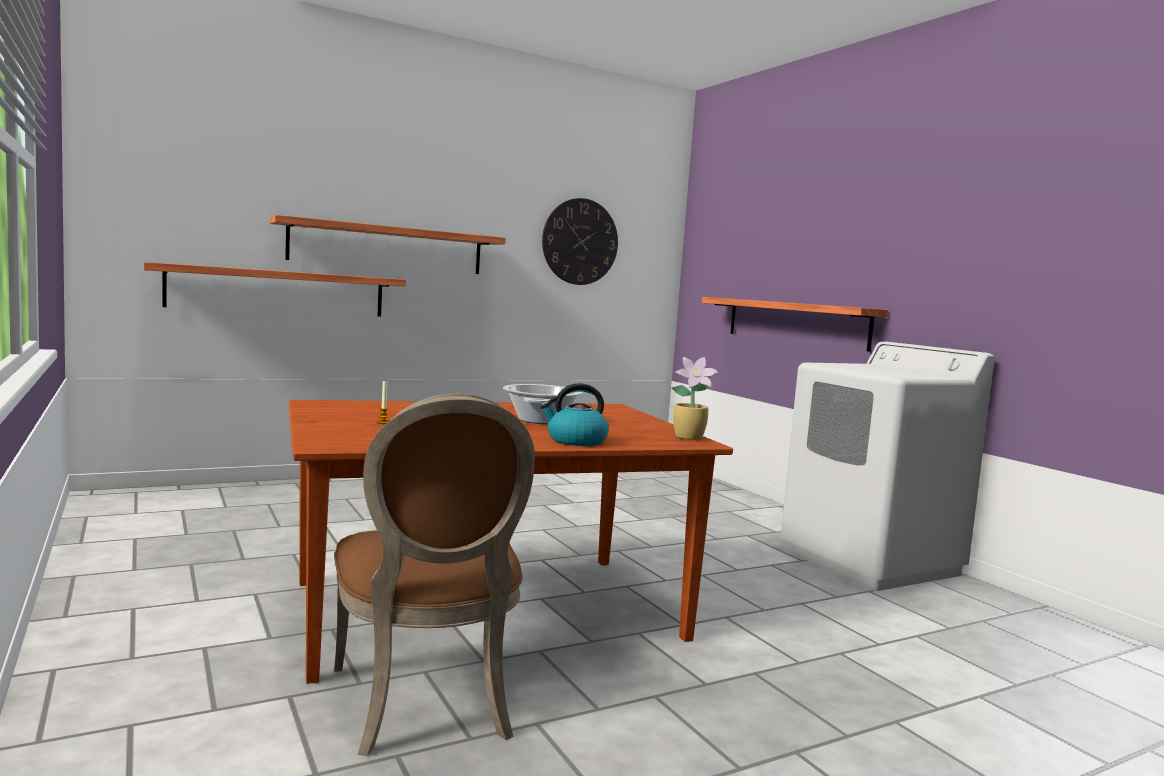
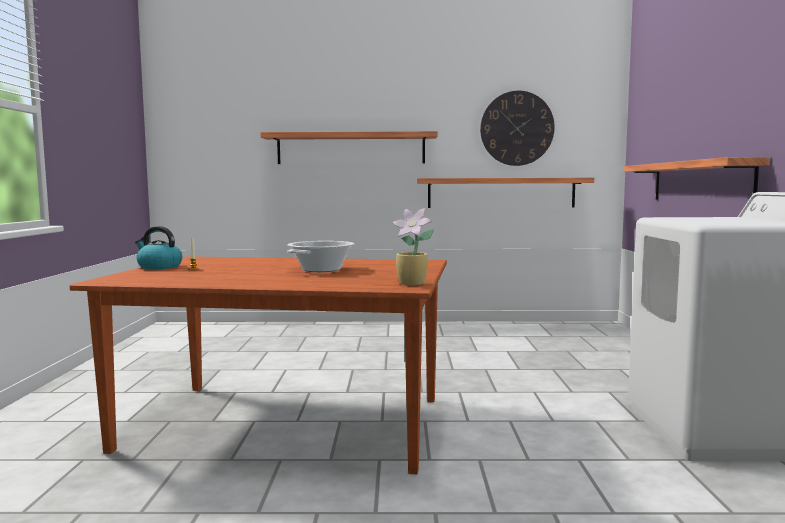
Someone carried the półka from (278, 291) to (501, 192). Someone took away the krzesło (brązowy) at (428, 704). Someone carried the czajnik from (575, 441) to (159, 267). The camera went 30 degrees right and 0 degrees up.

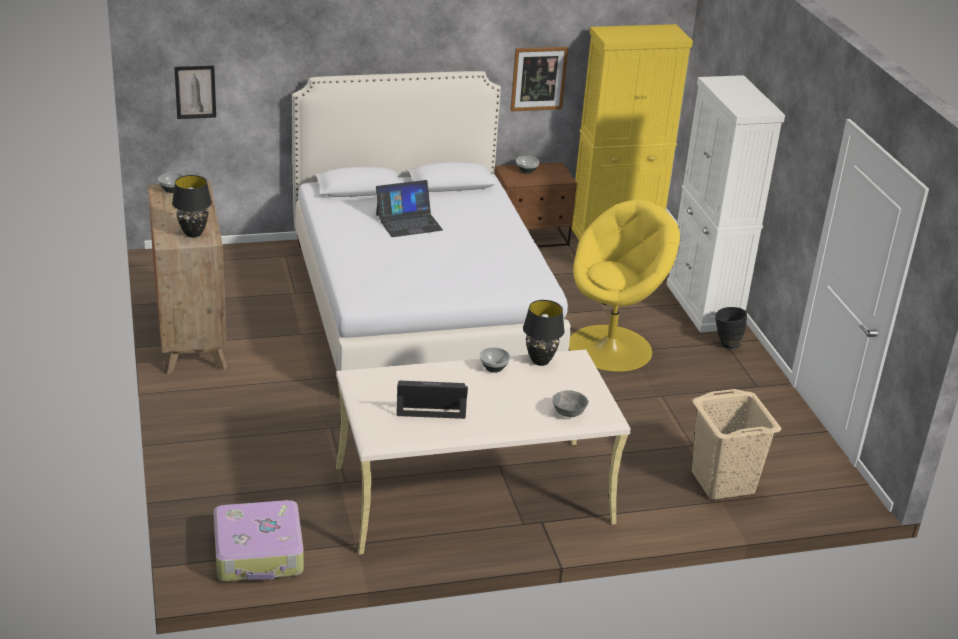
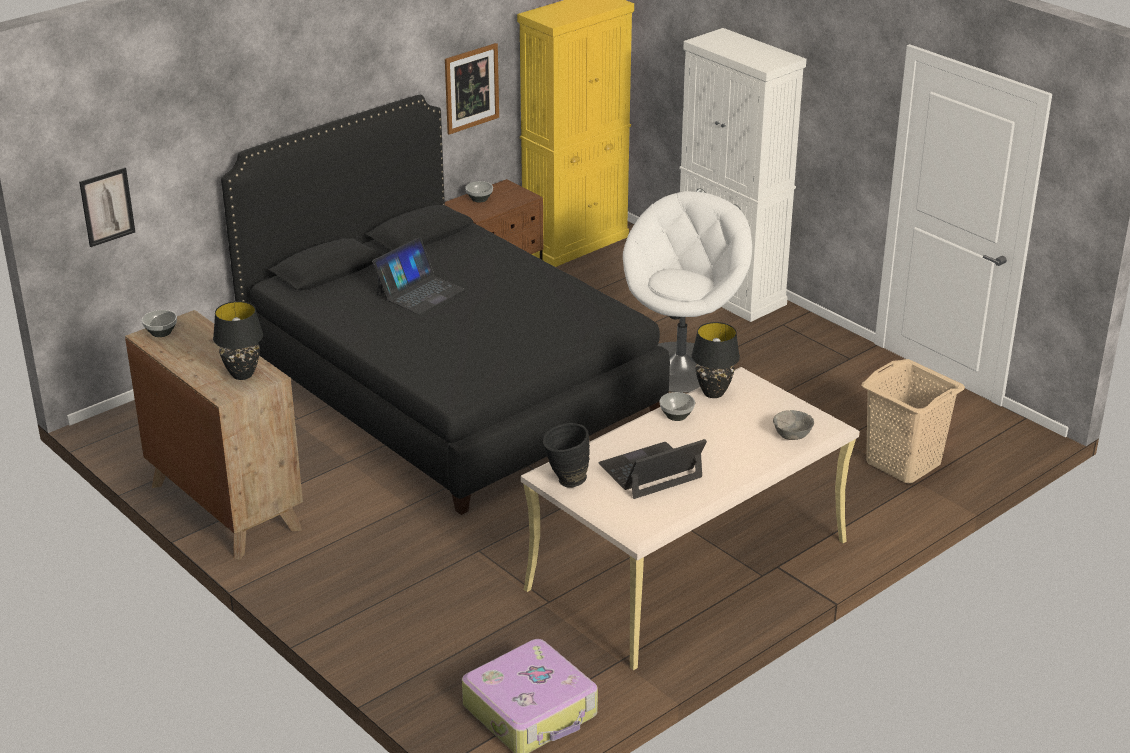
Someone repainted the łóżko (biały) at (419, 306), which became the łóżko (czarny) at (448, 387). Someone repainted the fotel (żółty) at (611, 347), which became the fotel (biały) at (681, 366). Someone carried the wazon (czarny) from (725, 345) to (565, 481). The camera went 25 degrees left and 0 degrees up.

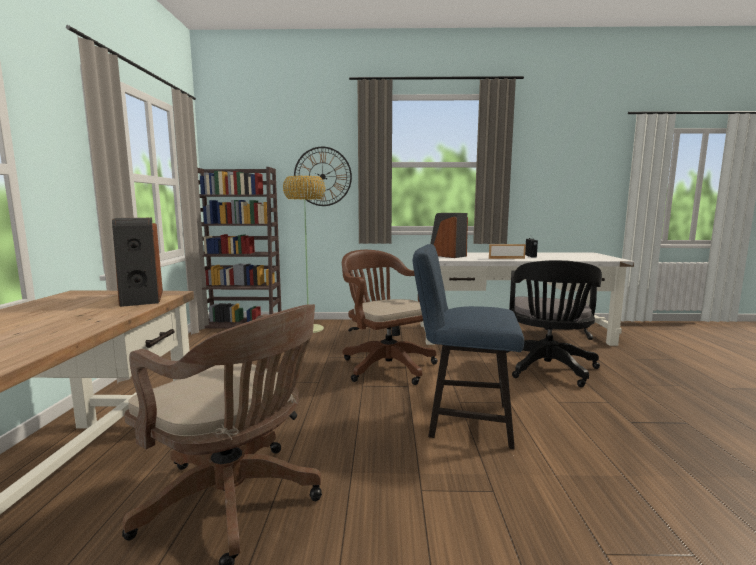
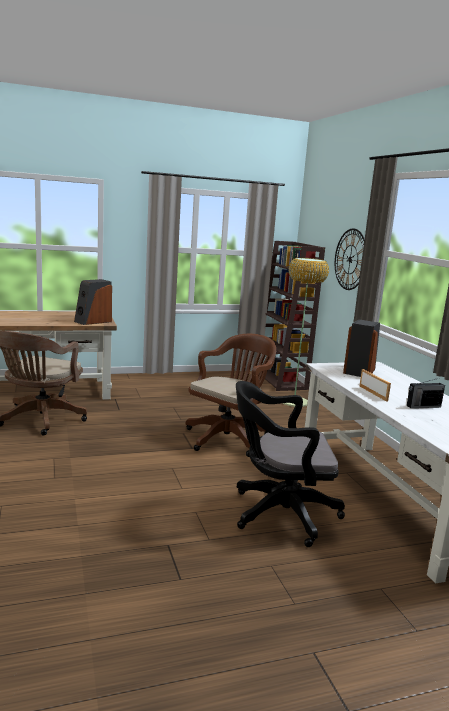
Someone took away the krzesło (niebieski) at (462, 420). The camera went 70 degrees right and 5 degrees up.

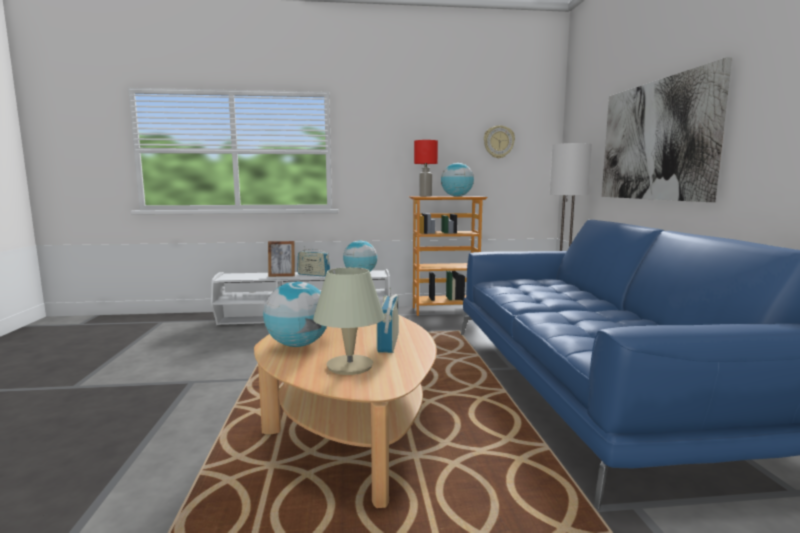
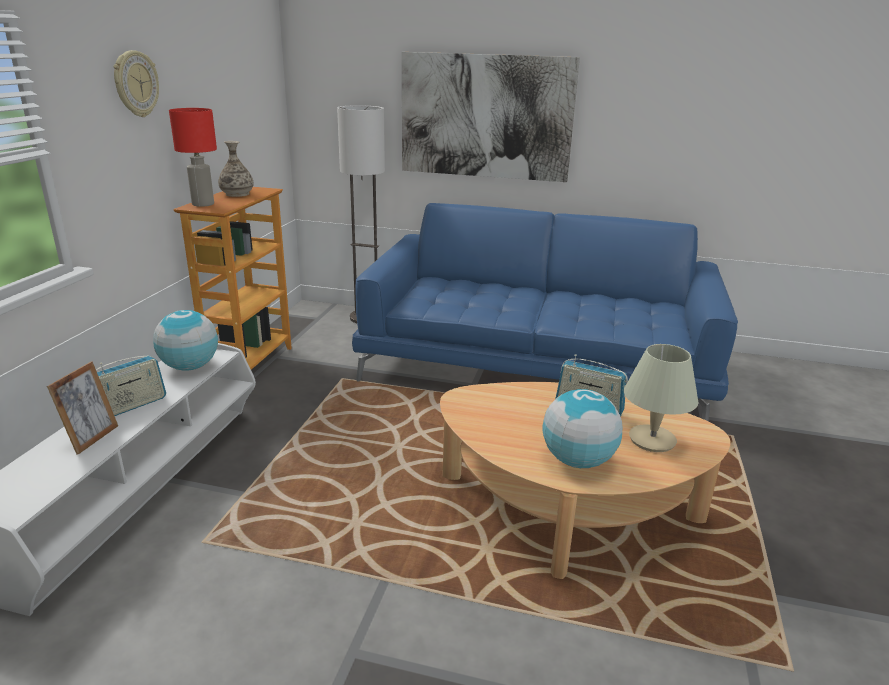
Someone swapped the globus at (457, 196) for the wazon at (237, 194). Someone carried the zegar ścienny from (498, 142) to (135, 84). The camera went 70 degrees left and 15 degrees up.

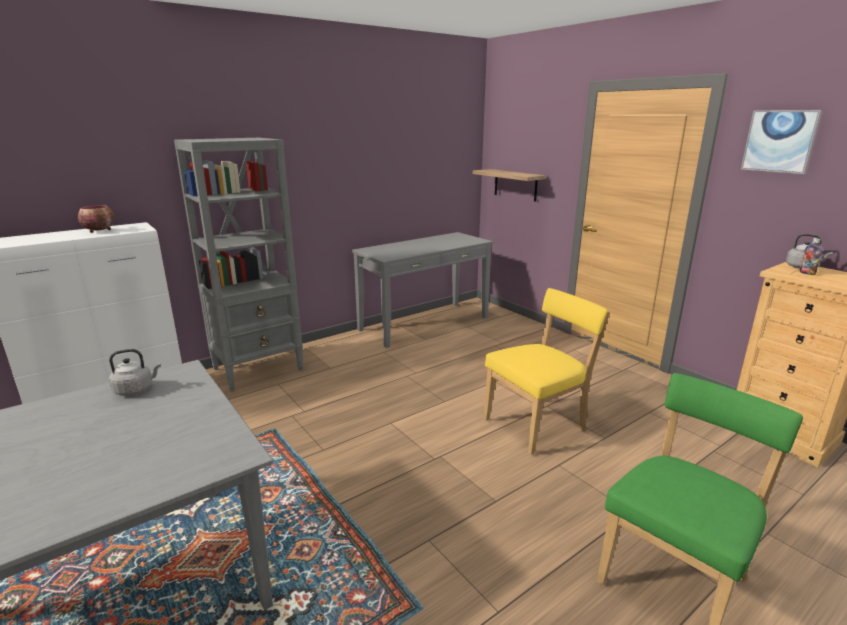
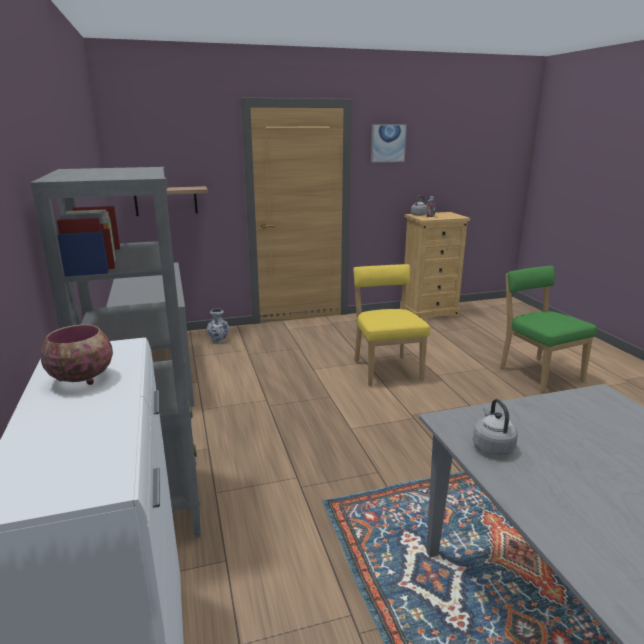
Someone put down the wazon at (218, 340). The camera went 70 degrees left and 0 degrees up.

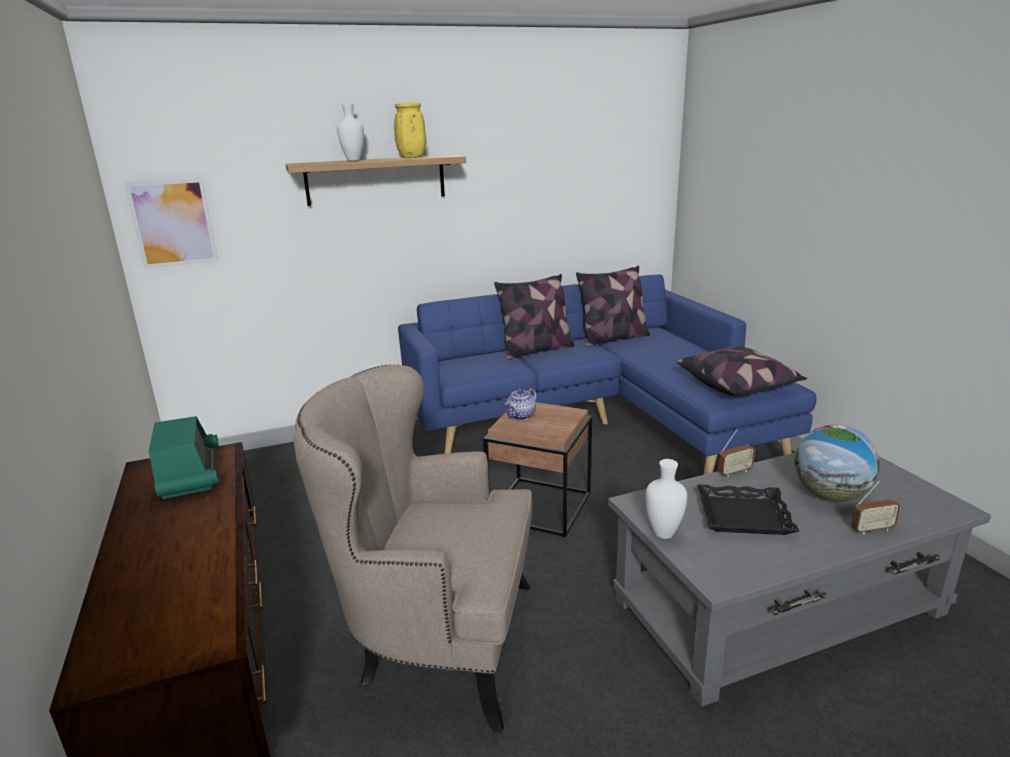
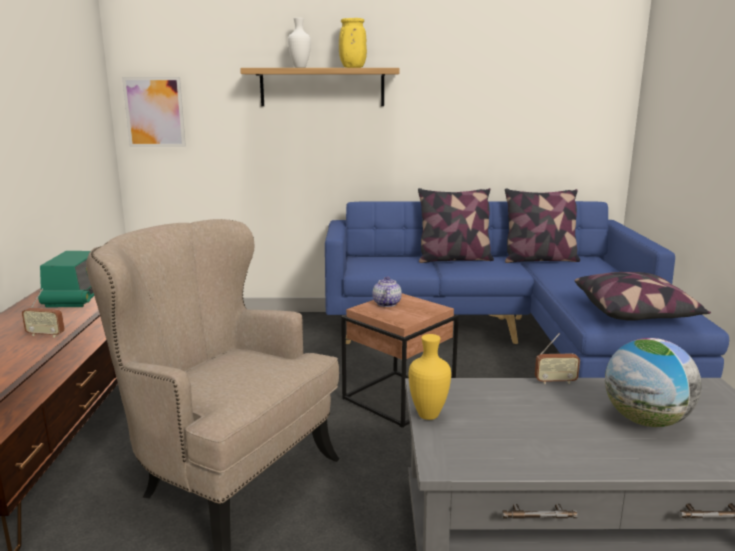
Someone rotated the imbryk at (521, 416) by 120 degrees clockwise. Someone repainted the wazon (biały) at (662, 534), which became the wazon (żółty) at (426, 415). Someone took away the taca (czarny) at (743, 515). Someone carried the radio from (872, 529) to (45, 335). The camera went 20 degrees right and 5 degrees down.

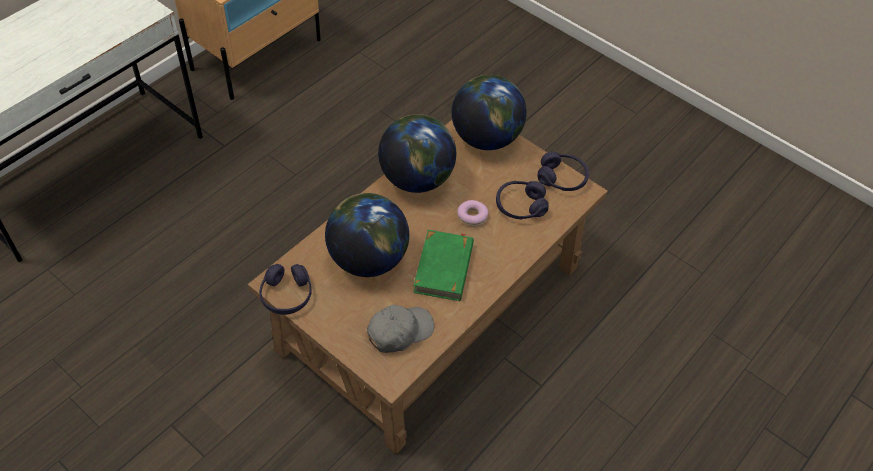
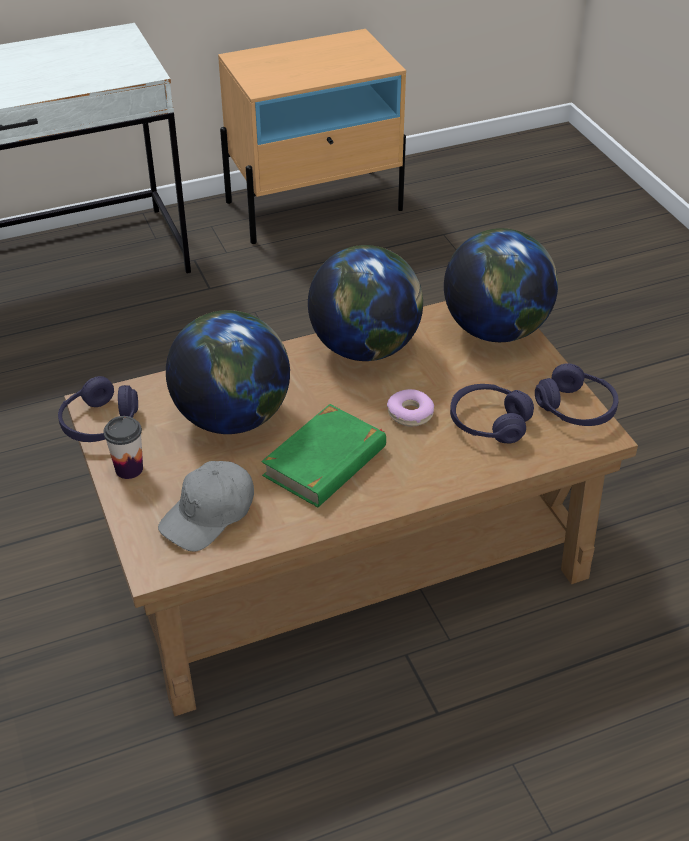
Someone rotated the czapka z daszkiem (szary) at (399, 331) by 135 degrees clockwise. Someone put down the filiżanka at (129, 469). The camera went 30 degrees right and 10 degrees down.

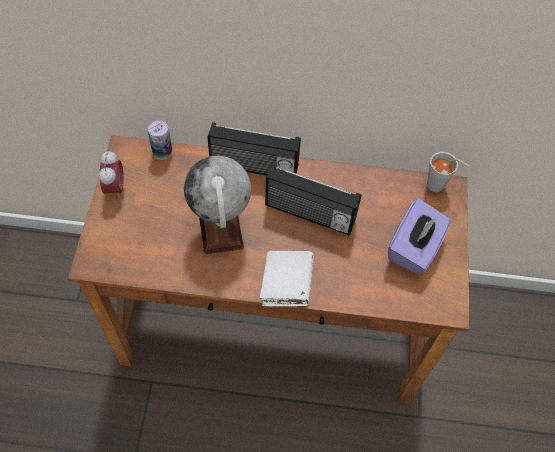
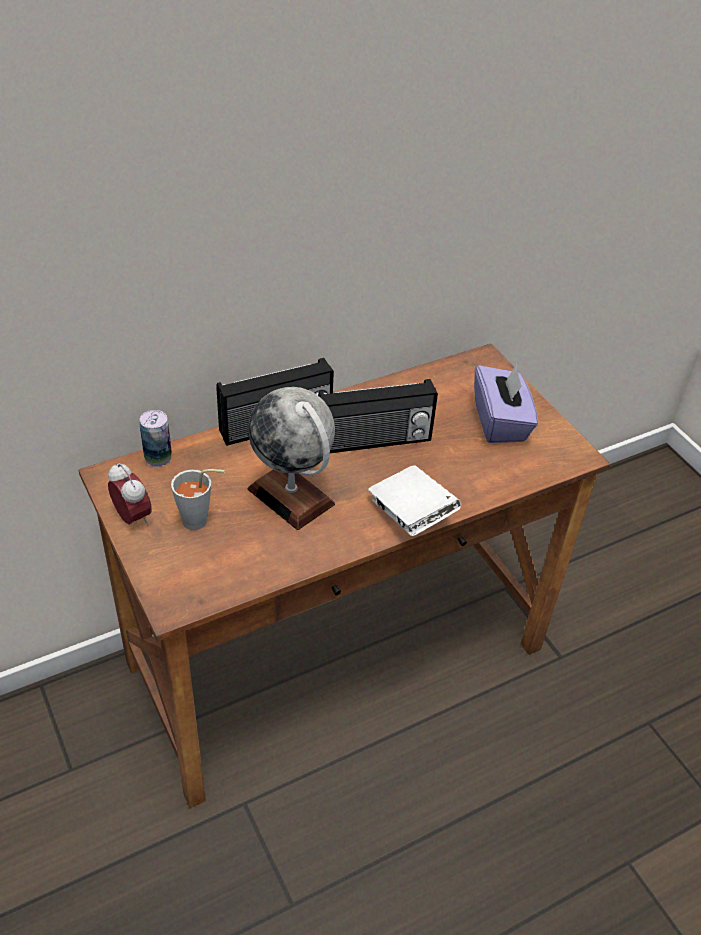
Someone carried the filiżanka (szary) from (438, 187) to (200, 521). The camera went 35 degrees left and 15 degrees down.

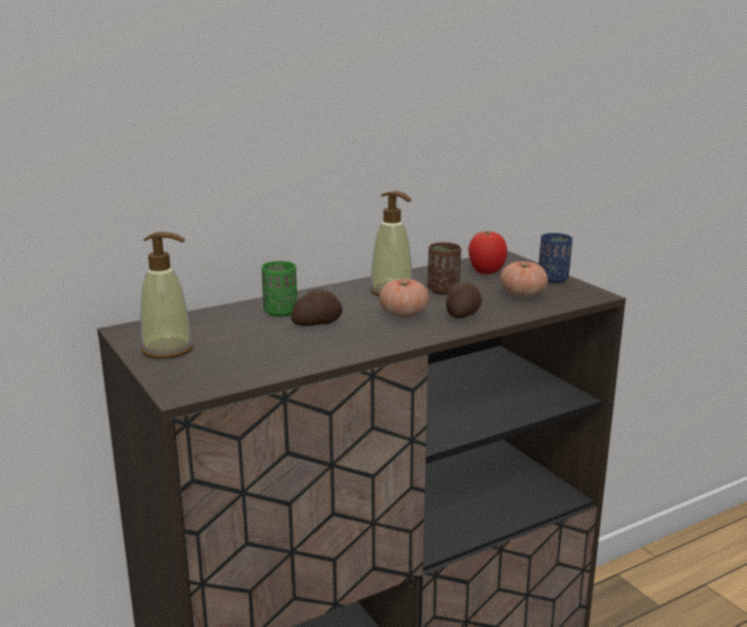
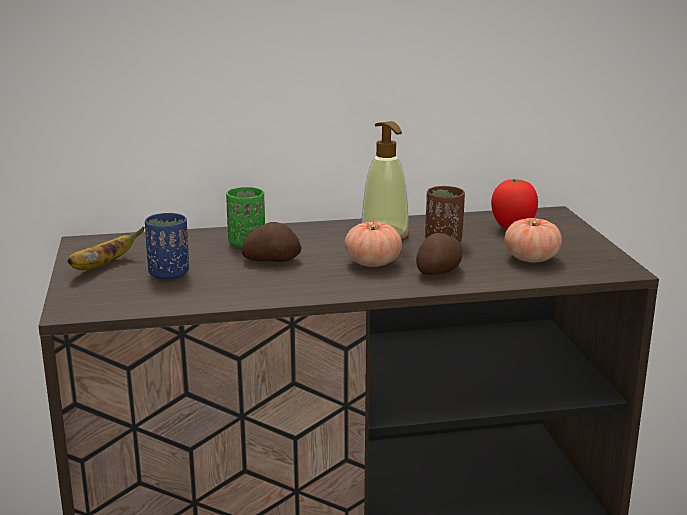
Someone swapped the dozownik mydła at (168, 349) for the banan at (102, 266). Someone carried the filiżanka (niebieski) from (553, 279) to (169, 274). The camera went 20 degrees right and 0 degrees up.

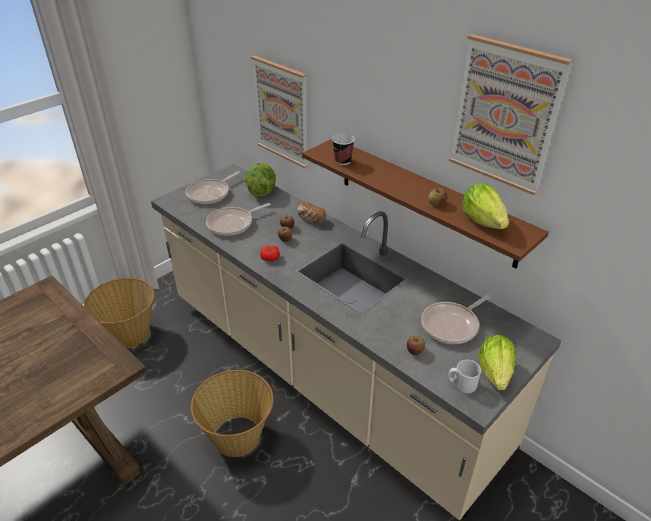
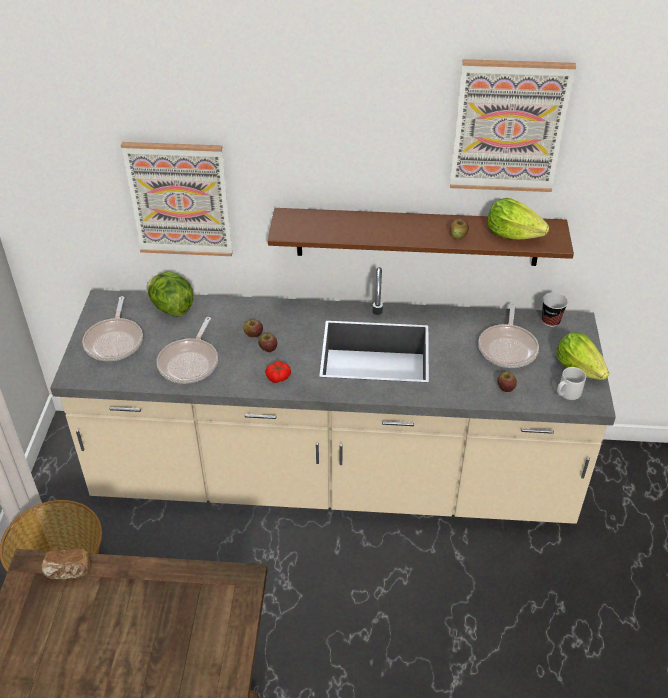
Someone took away the koszyk at (238, 435). Someone carried the chleb from (311, 219) to (68, 571). Someone carried the filiżanka from (343, 161) to (550, 321). The camera went 40 degrees left and 5 degrees up.

